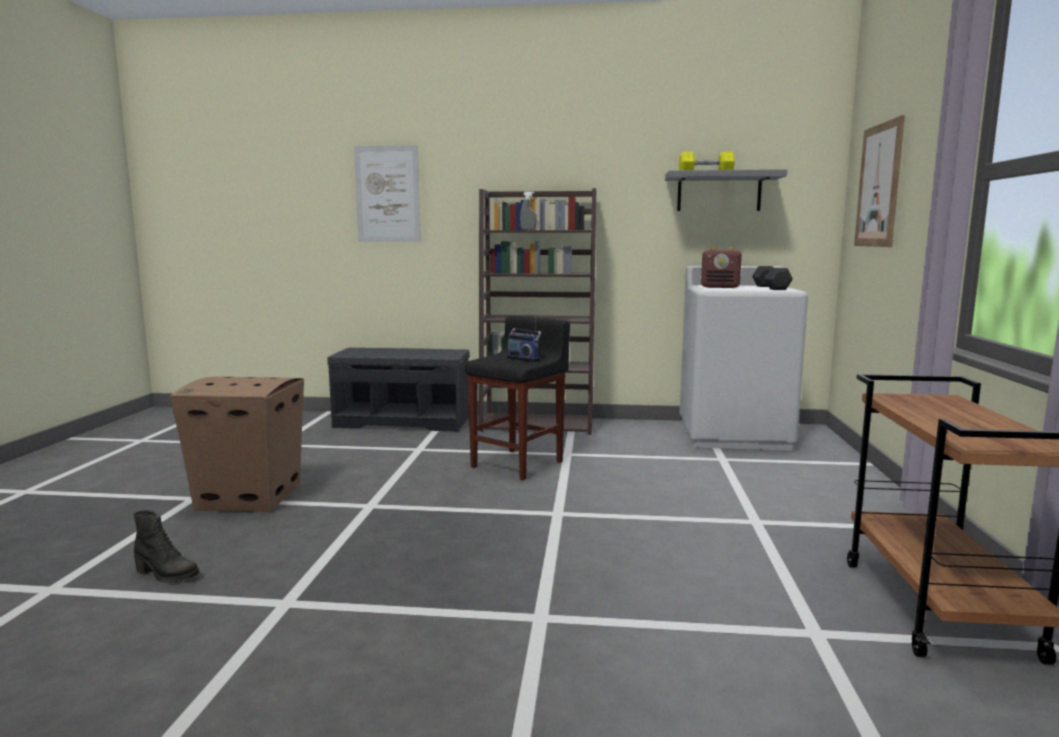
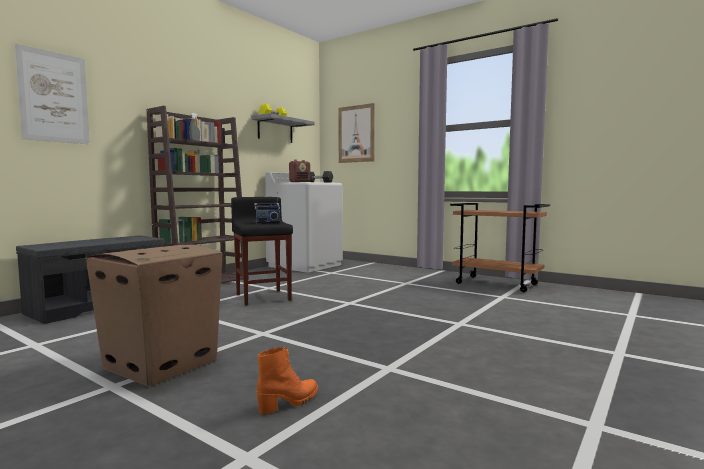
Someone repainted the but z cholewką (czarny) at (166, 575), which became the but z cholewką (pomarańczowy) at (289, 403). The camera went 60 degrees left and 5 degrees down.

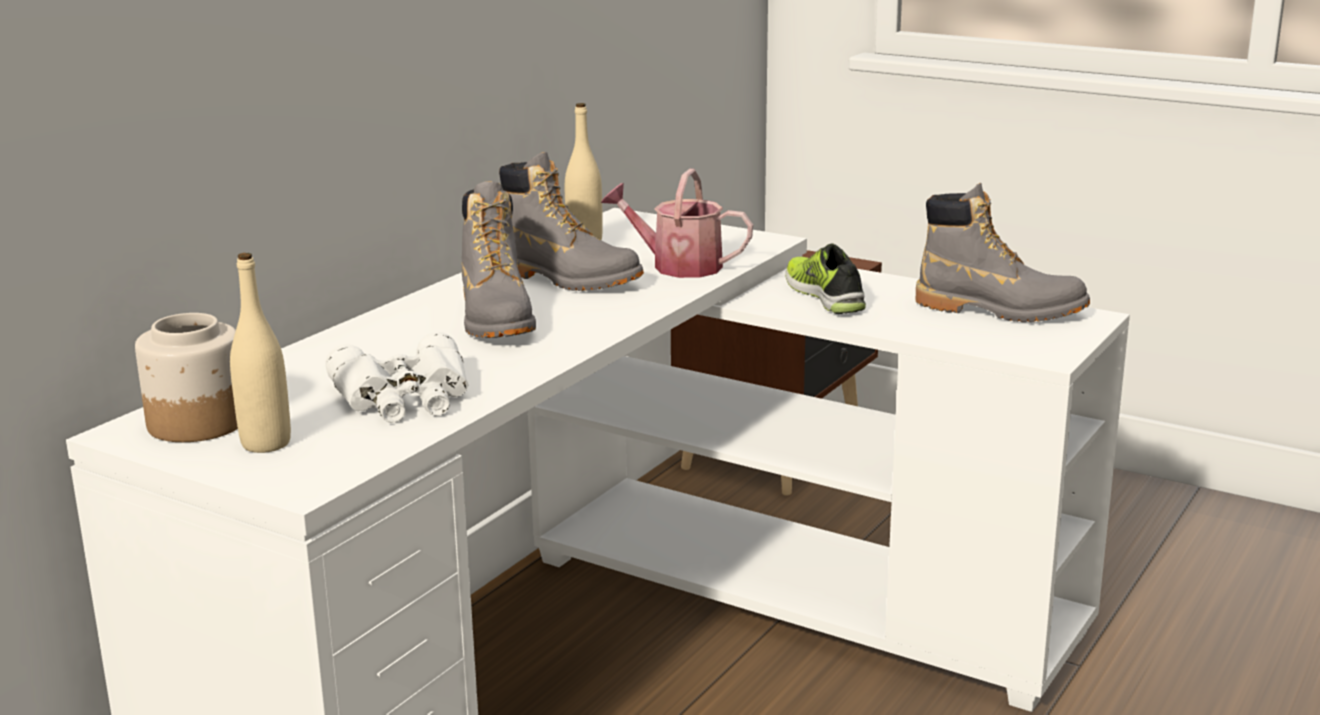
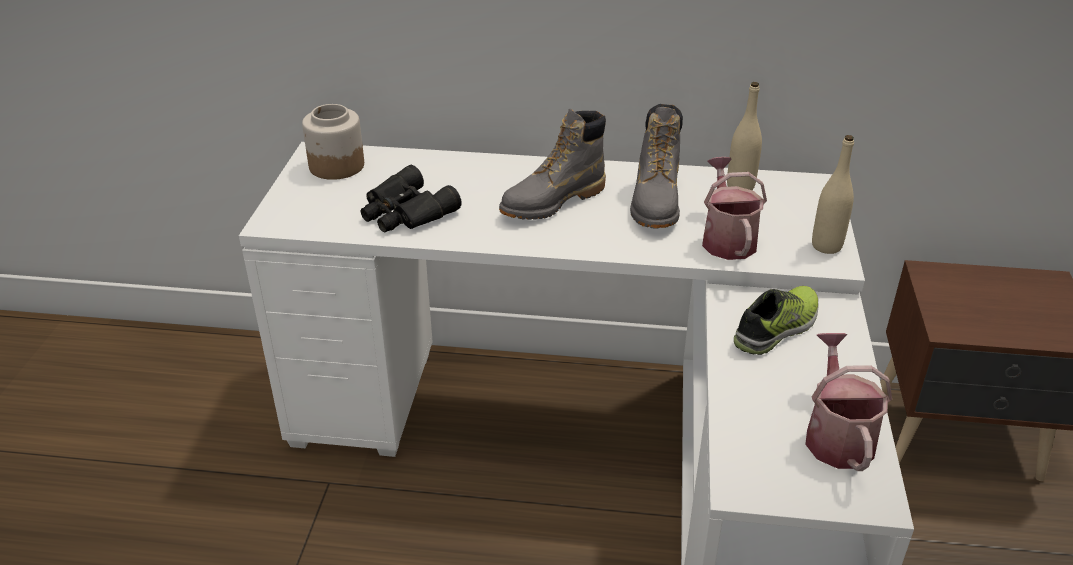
Someone carried the butelka (beżowy) from (266, 443) to (826, 246). Someone repainted the lornetka (biały) at (405, 398), which became the lornetka (czarny) at (405, 212). Someone swapped the but z cholewką (szary) at (1000, 310) for the konewka at (836, 435). The camera went 65 degrees right and 15 degrees up.

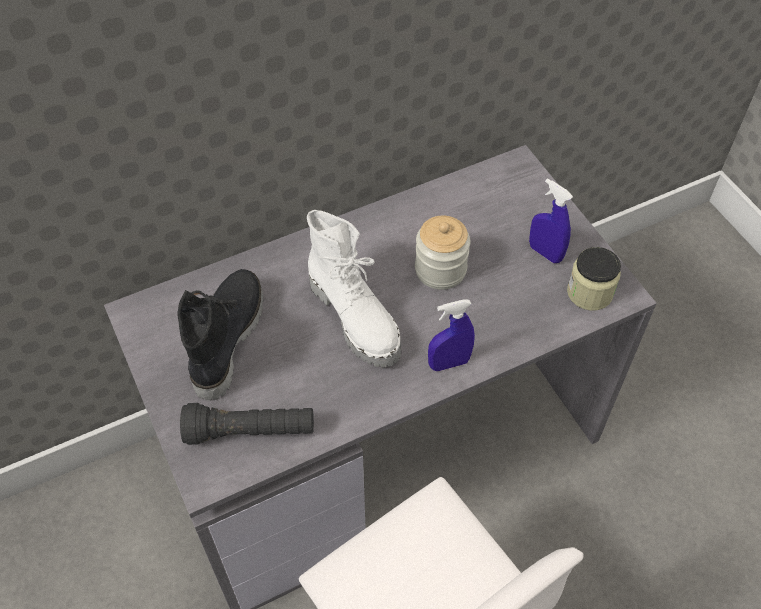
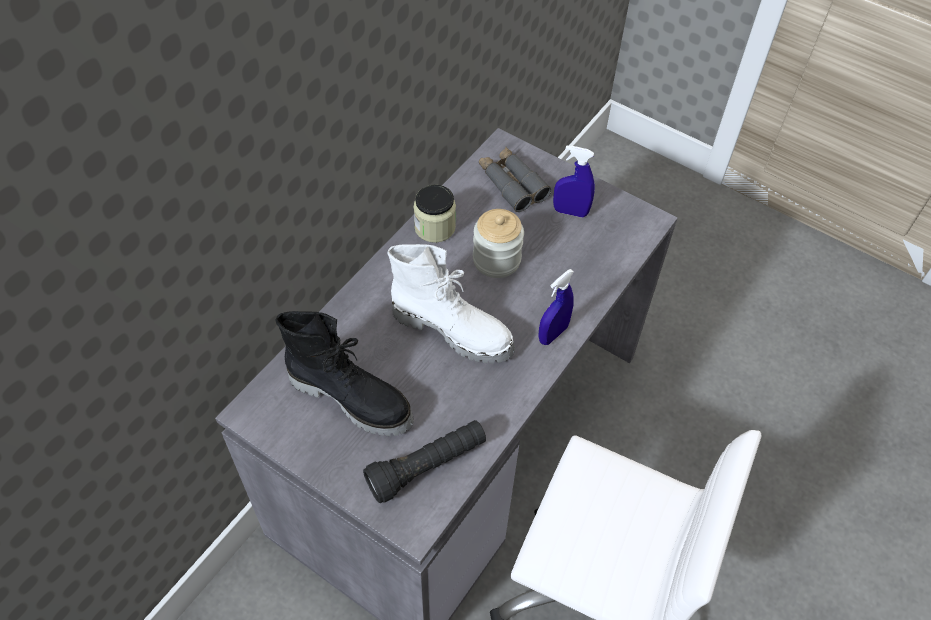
Someone rotated the but z cholewką (czarny) at (226, 339) by 135 degrees clockwise. Someone carried the słoik from (589, 292) to (434, 227). Someone put down the lornetka (szary) at (512, 184). The camera went 30 degrees left and 0 degrees up.

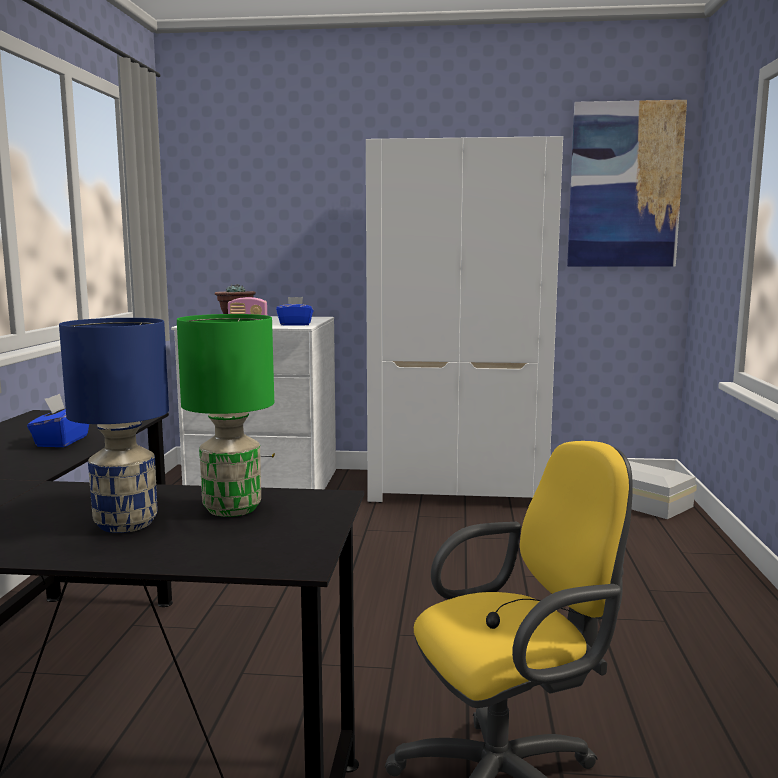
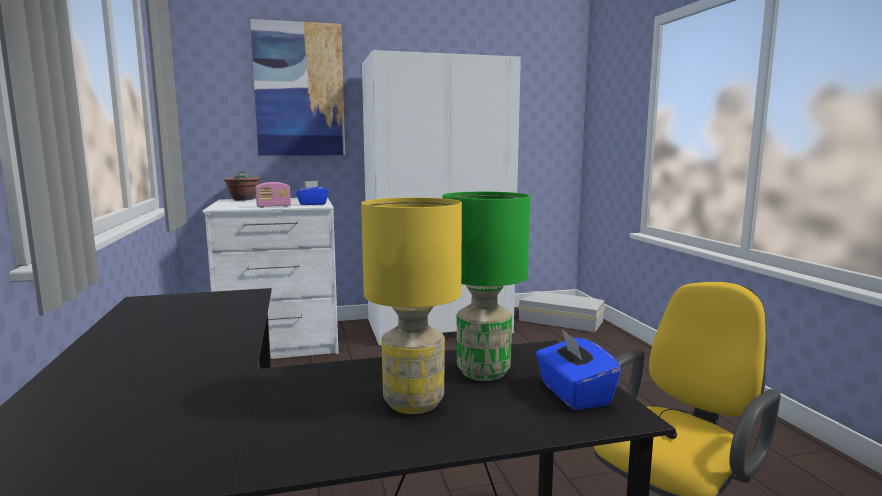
Someone carried the pudełko chusteczek (niebieski) from (61, 441) to (573, 394). Someone repainted the lampa stołowa (niebieski) at (126, 524), which became the lampa stołowa (żółty) at (414, 403). Someone carried the obraz from (624, 185) to (299, 90). The camera went 20 degrees left and 0 degrees up.

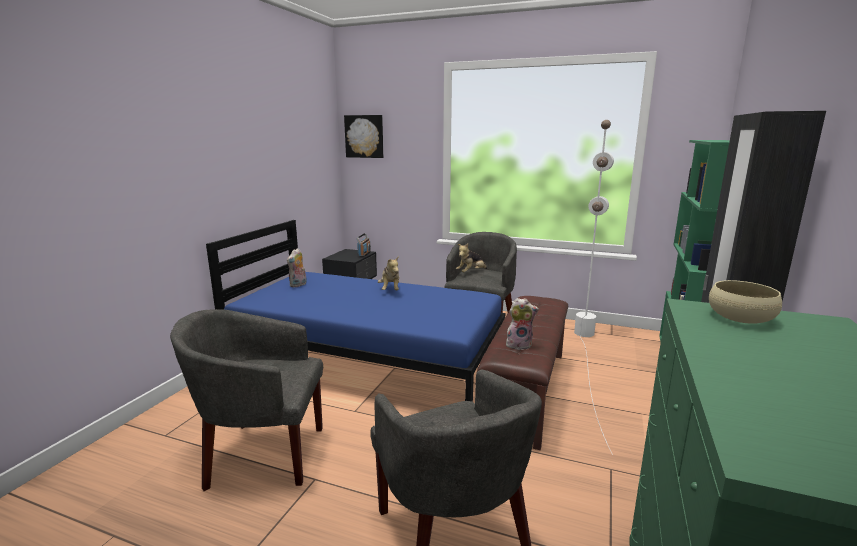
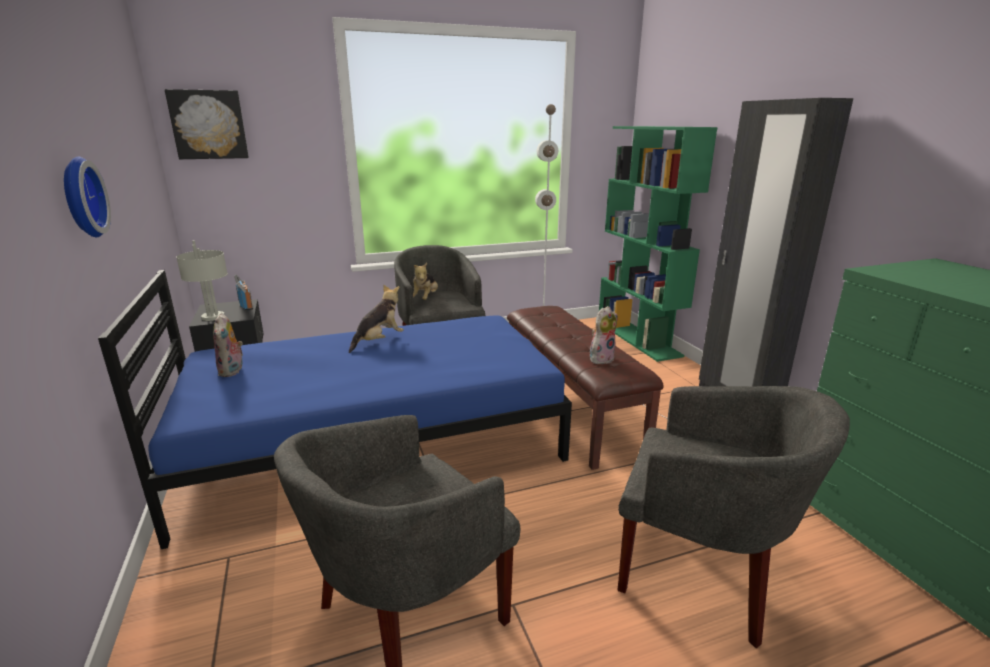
Someone rotated the pluszak at (390, 290) by 90 degrees counterclockwise. Someone took away the miska (beżowy) at (741, 317). Someone put up the zegar ścienny at (79, 198). Someone put down the lampa stołowa (szary) at (214, 317). The camera went 40 degrees left and 5 degrees up.

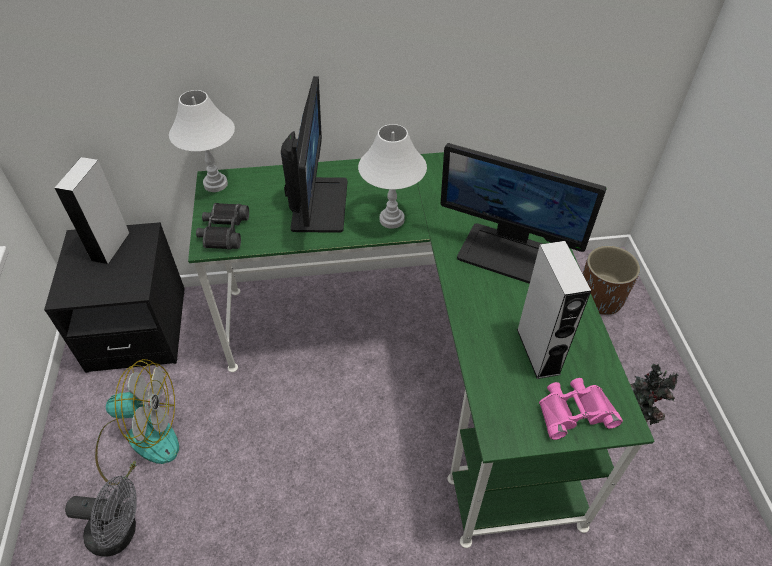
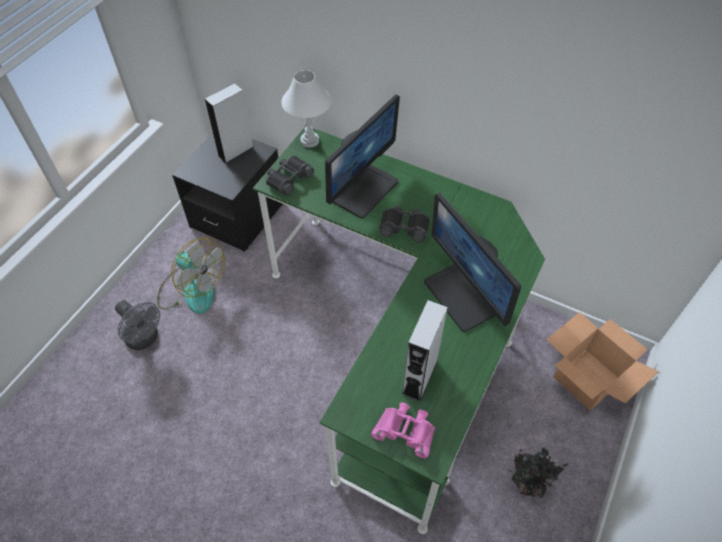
Someone swapped the lampa stołowa (biały) at (392, 219) for the lornetka (czarny) at (404, 227). Someone swapped the donica (brązowy) at (600, 298) for the karton at (587, 380). The camera went 35 degrees right and 5 degrees up.

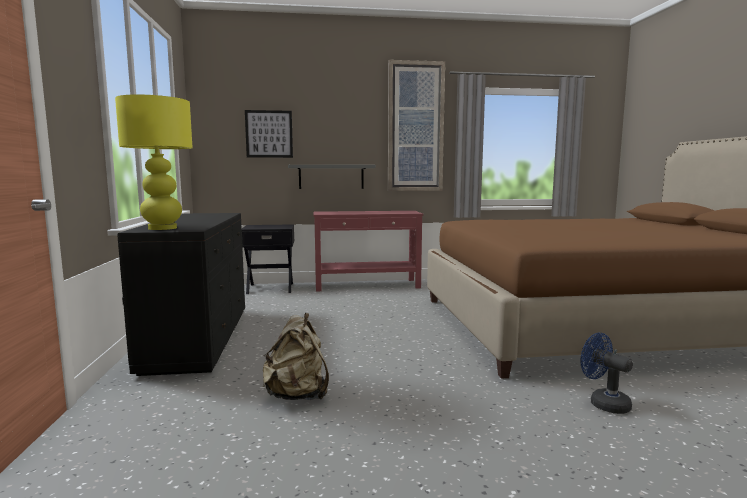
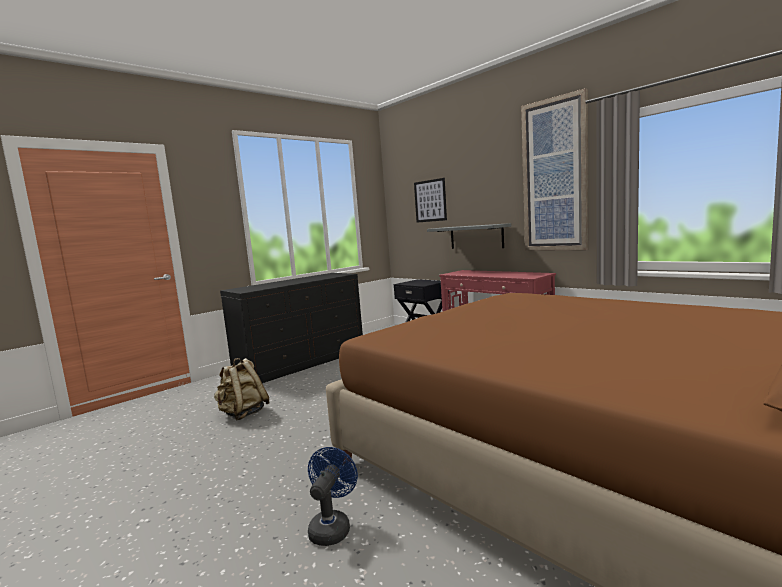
Someone took away the lampa stołowa (żółty) at (163, 228). The camera went 55 degrees right and 0 degrees up.

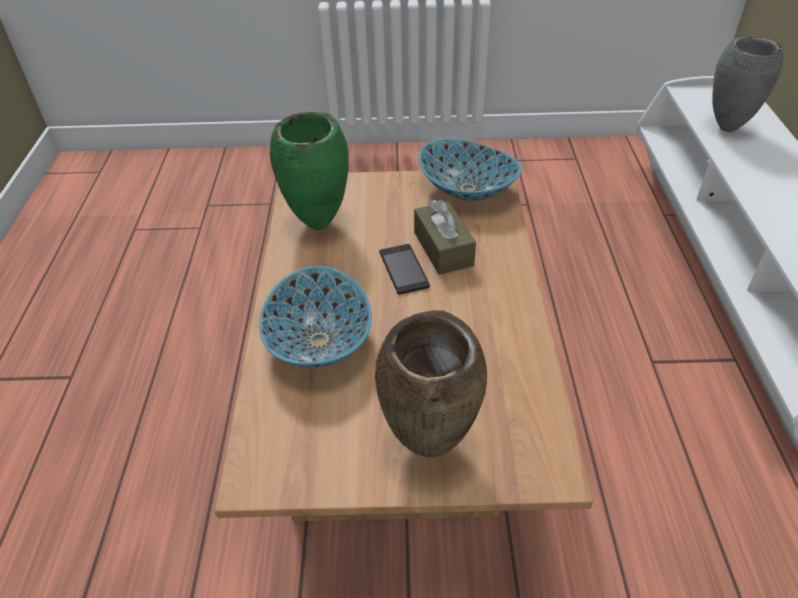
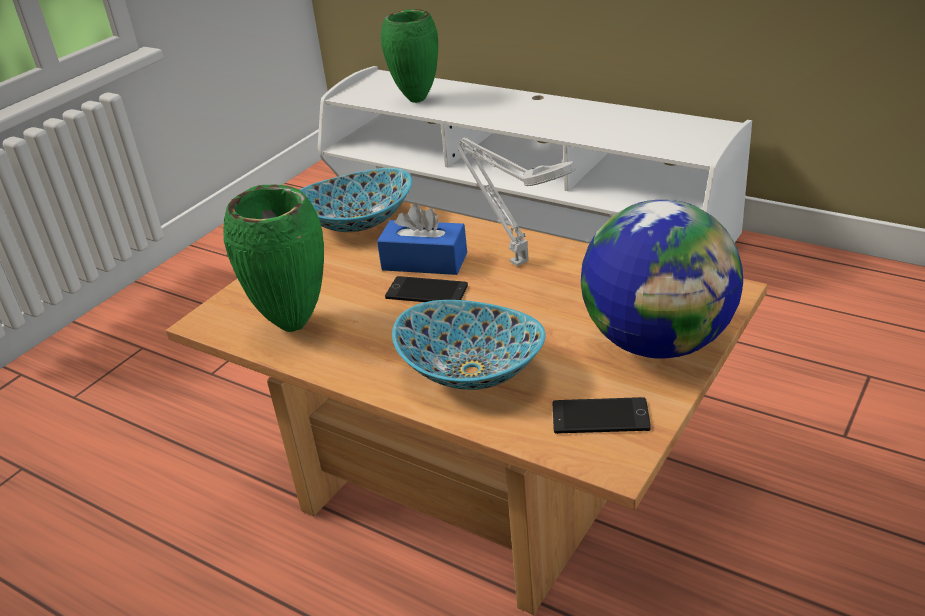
Someone swapped the wazon (brązowy) at (431, 446) for the globus at (658, 342). Someone repainted the pudełko chusteczek (brązowy) at (443, 249), which became the pudełko chusteczek (niebieski) at (424, 261). Someone repainted the wazon (szary) at (726, 128), which became the wazon (zielony) at (415, 100). Someone put down the lampa stołowa (szary) at (515, 261). Someone put down the telefon at (600, 417). The camera went 55 degrees left and 10 degrees down.

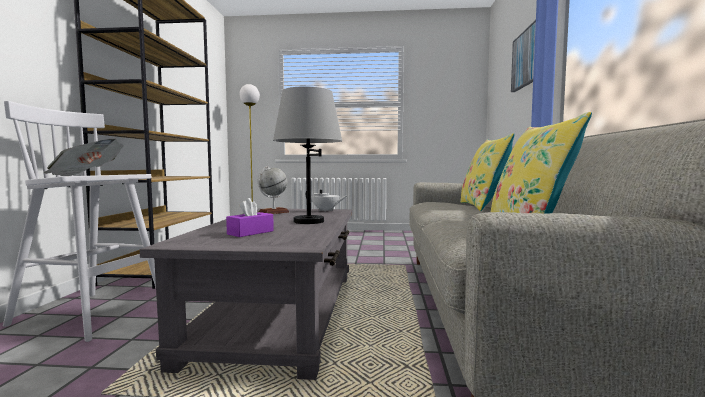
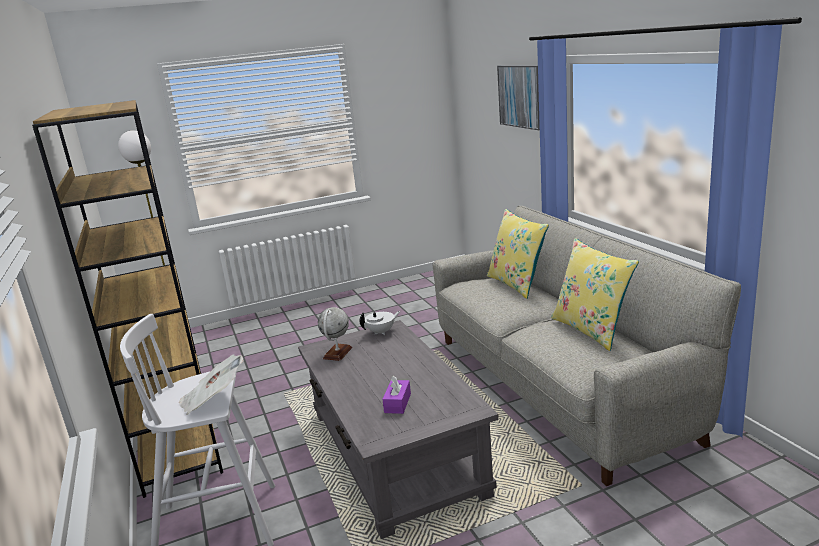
Someone took away the lampa stołowa (szary) at (308, 221). The camera went 25 degrees left and 15 degrees up.

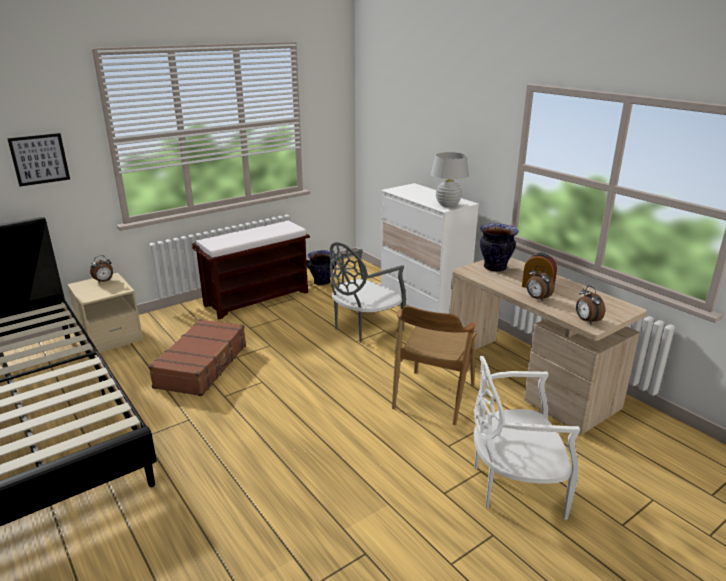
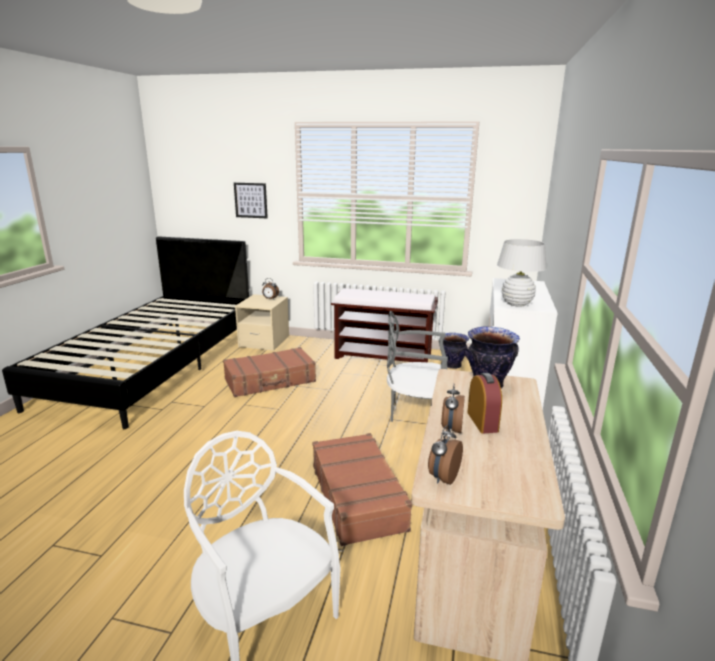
Someone swapped the krzesło (brązowy) at (433, 397) for the walizka (brązowy) at (358, 496). The camera went 50 degrees right and 5 degrees down.

